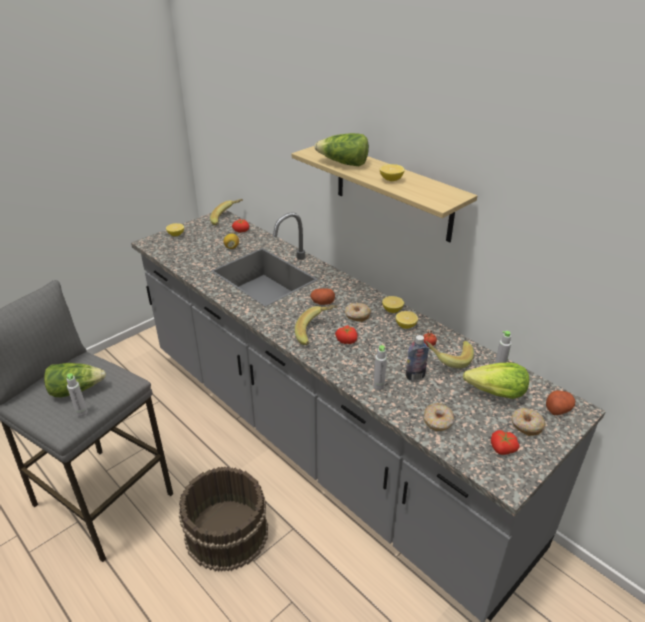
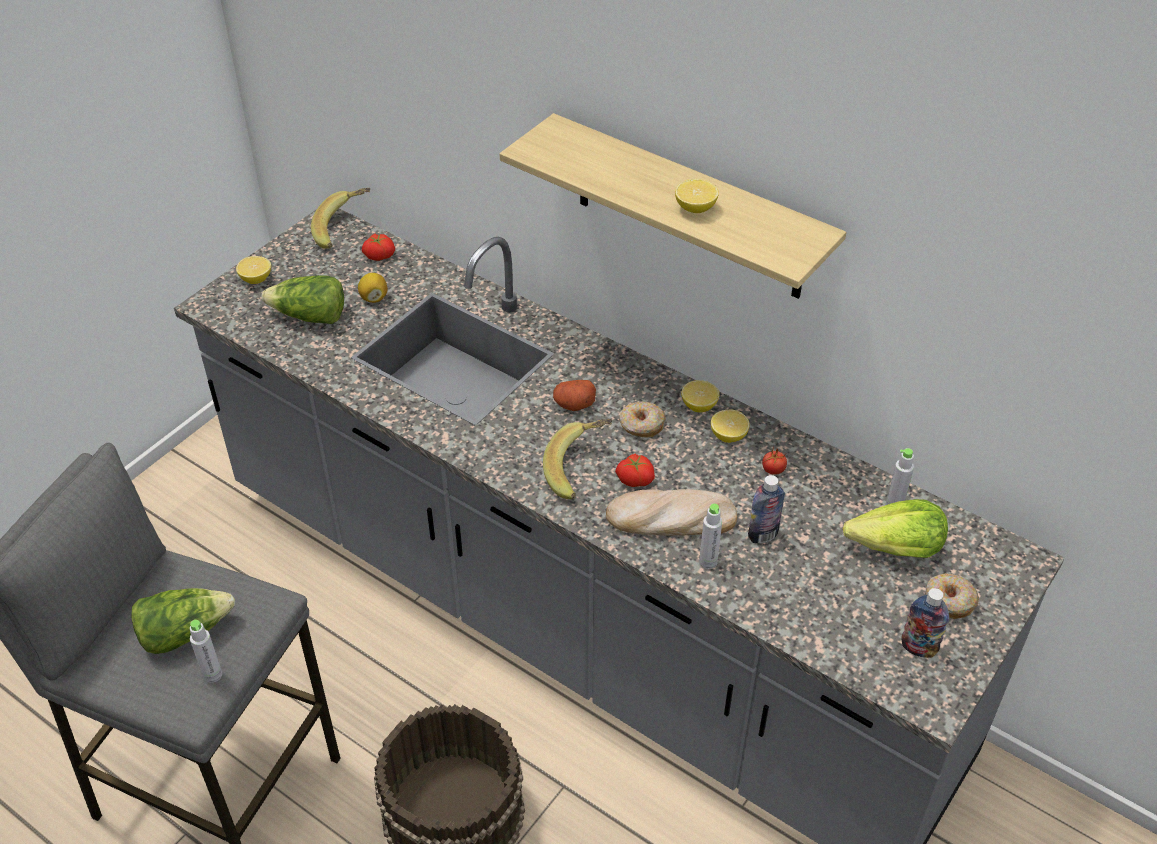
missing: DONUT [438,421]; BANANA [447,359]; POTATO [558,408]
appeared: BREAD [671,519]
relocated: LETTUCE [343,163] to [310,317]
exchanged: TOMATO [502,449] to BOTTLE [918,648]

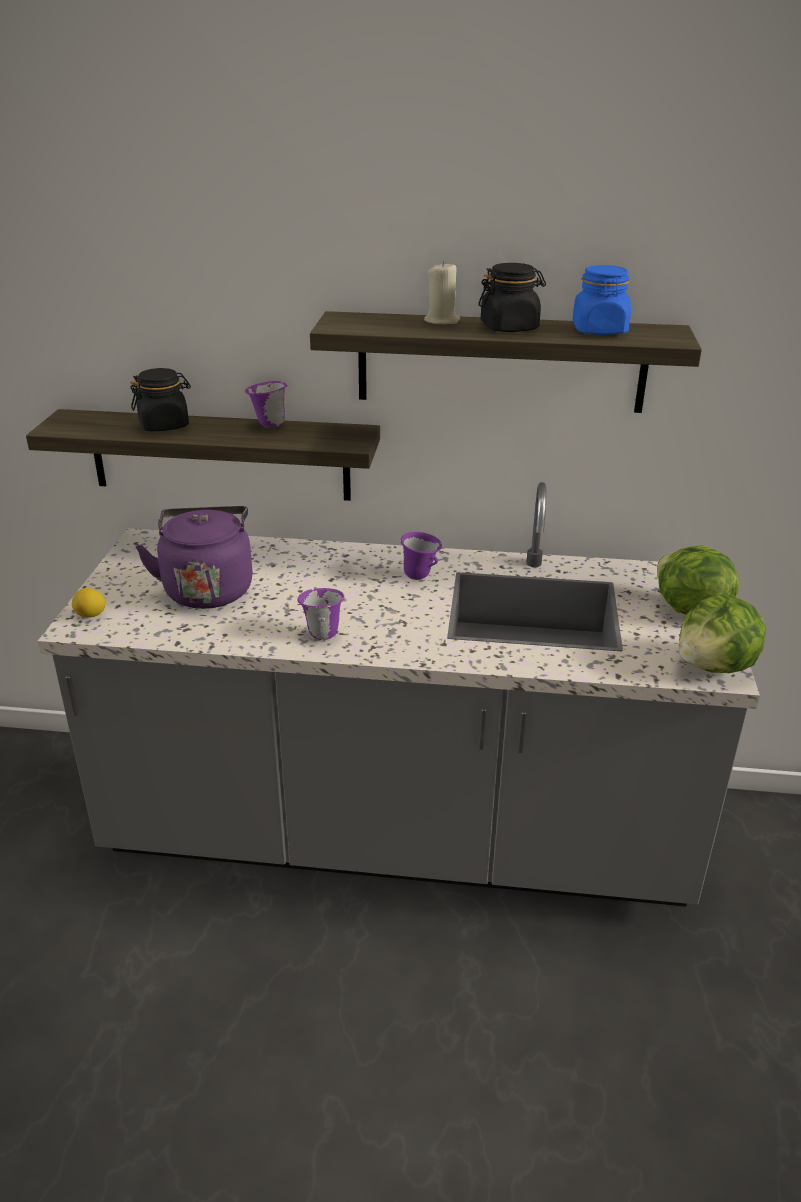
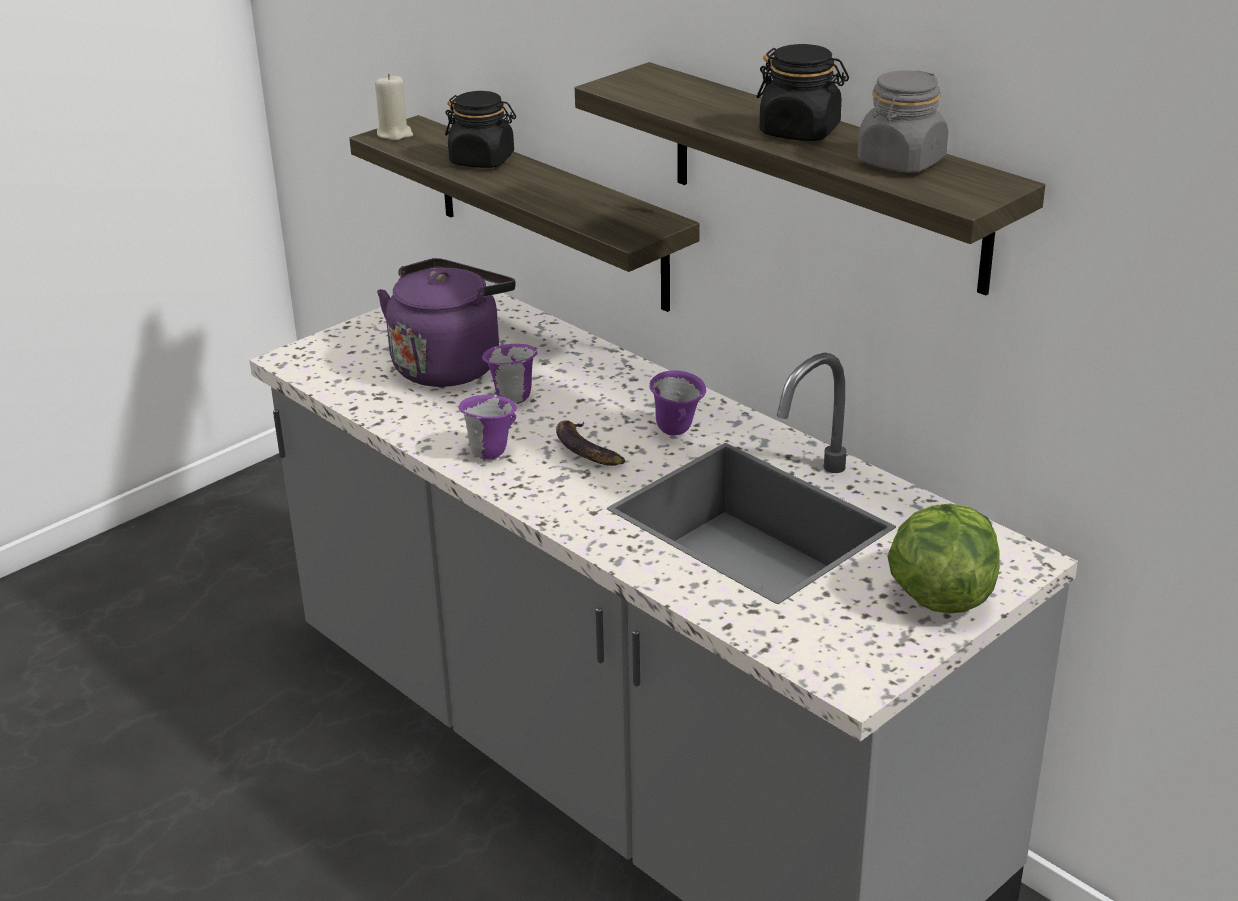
missing: LEMON [91,615]; LETTUCE [715,667]
appeared: BANANA [586,450]
relocated: PURPLE MUG [268,425] to [512,398]; BEIGE CANDLE [442,321] to [394,134]
colour: BLUE JAR [599,330] to GREY JAR [901,162]

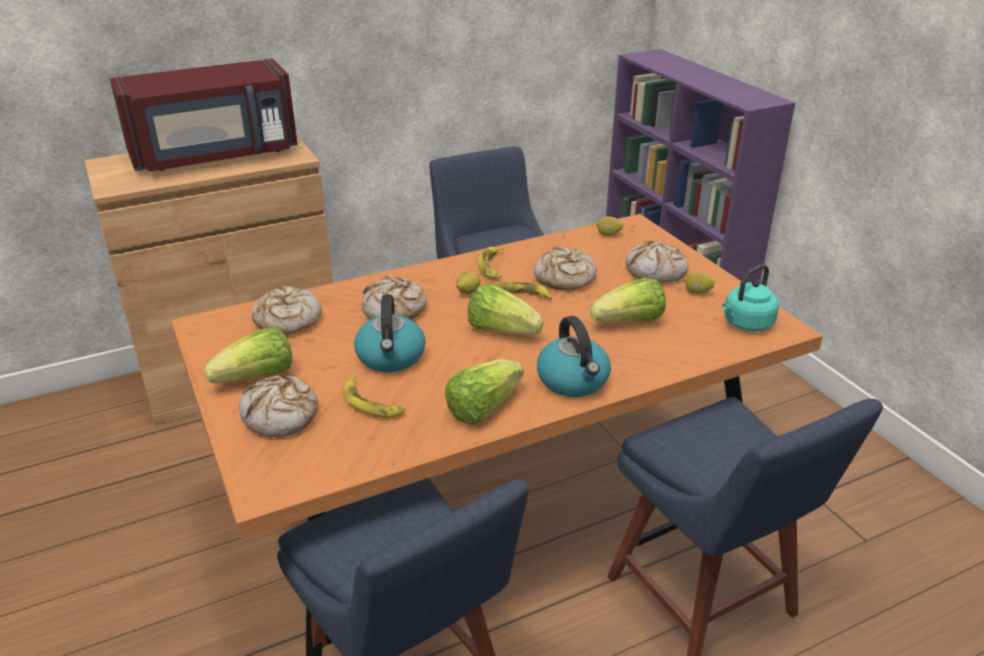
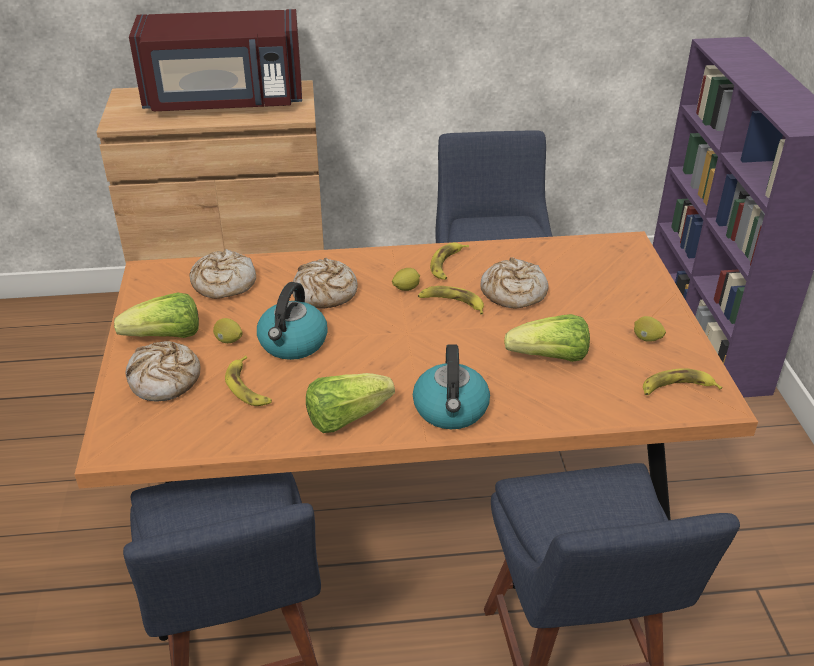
missing: LETTUCE [502,330]; BREAD [656,271]
relocated: LEMON [608,235] to [229,341]
exchanged: TURQUOISE KETTLE [746,324] to BANANA [676,388]

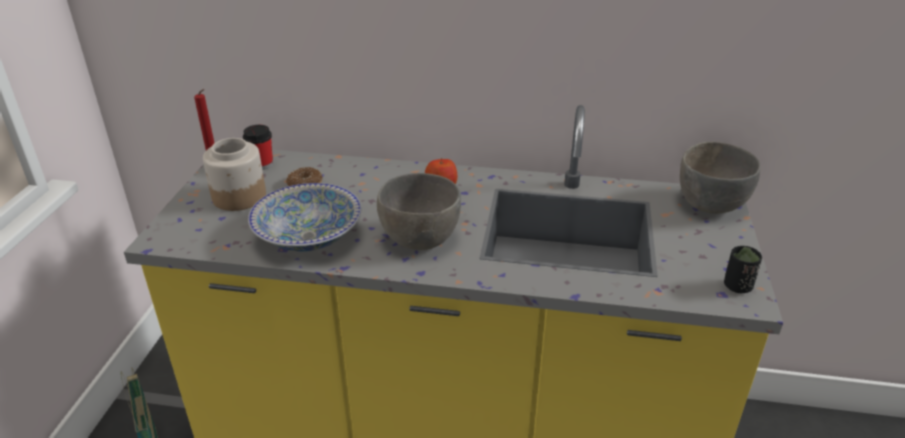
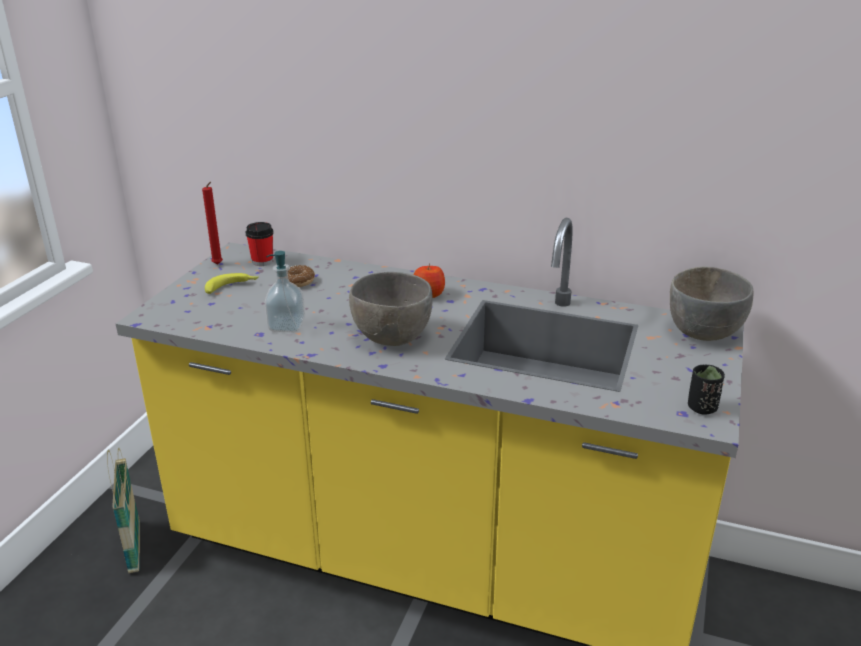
exchanged: JAR [239,197] to BANANA [232,287]; BOWL [309,236] to SOAP DISPENSER [286,326]

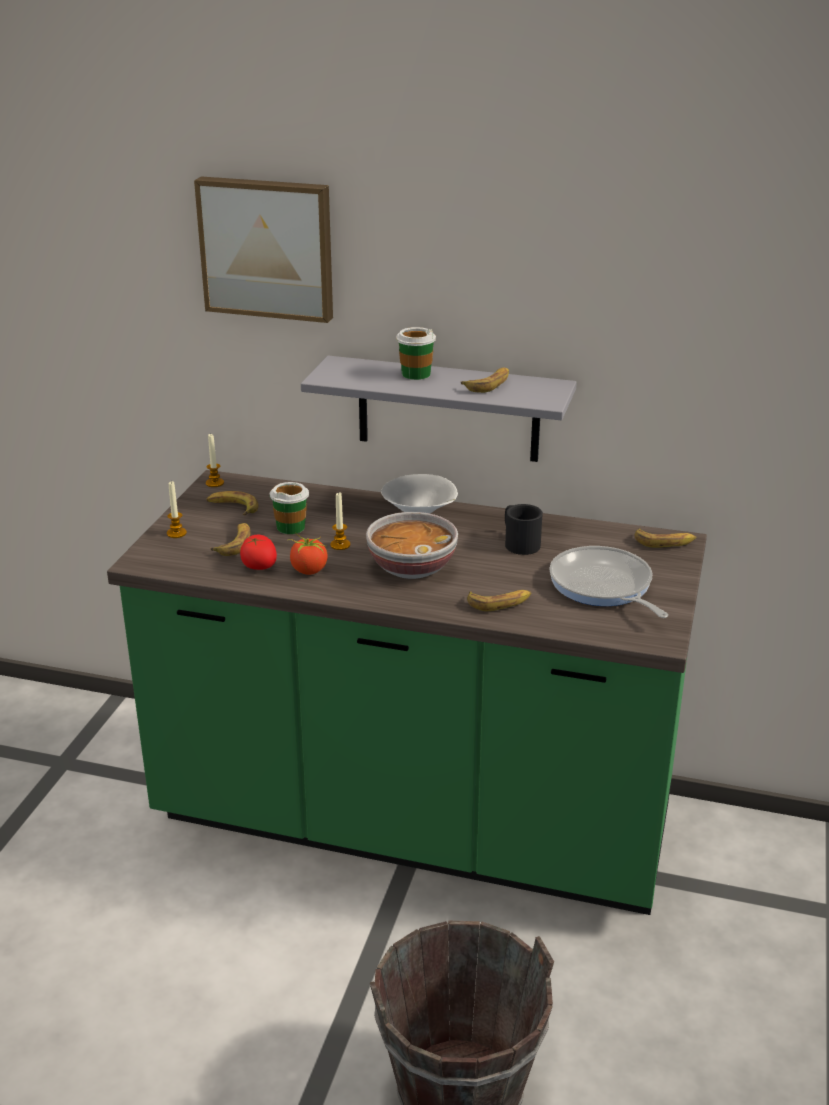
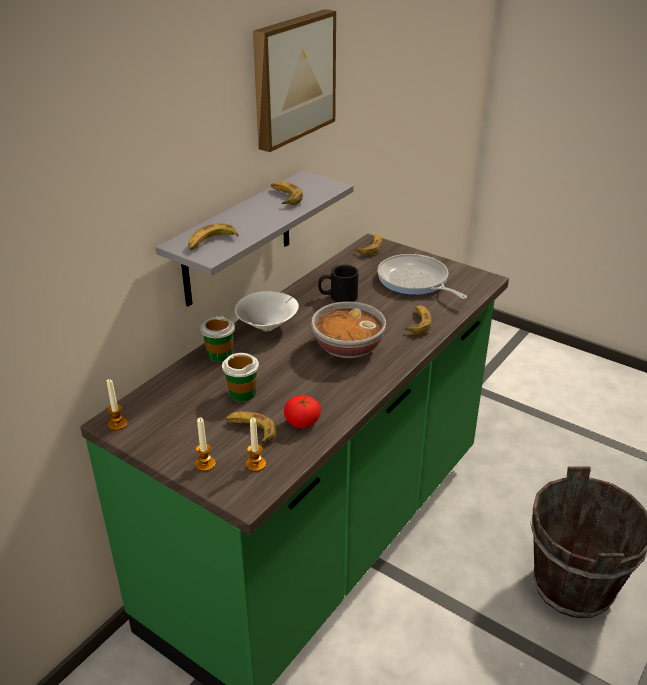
missing: TOMATO [308,570]
relocated: PICTURE [268,248] to [291,78]; BANANA [232,508] to [211,242]; CANDLE [340,545] to [255,464]; CUP [415,374] to [220,355]
spun: FRYING PAN [603,586] = [415,281] 60 degrees clockwise

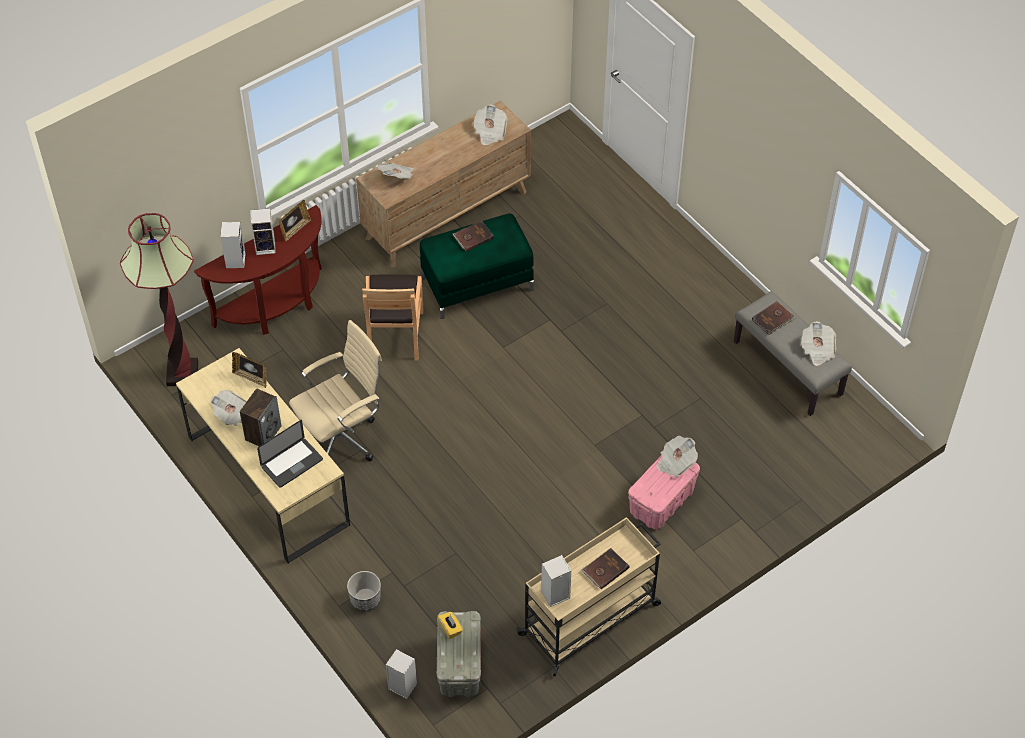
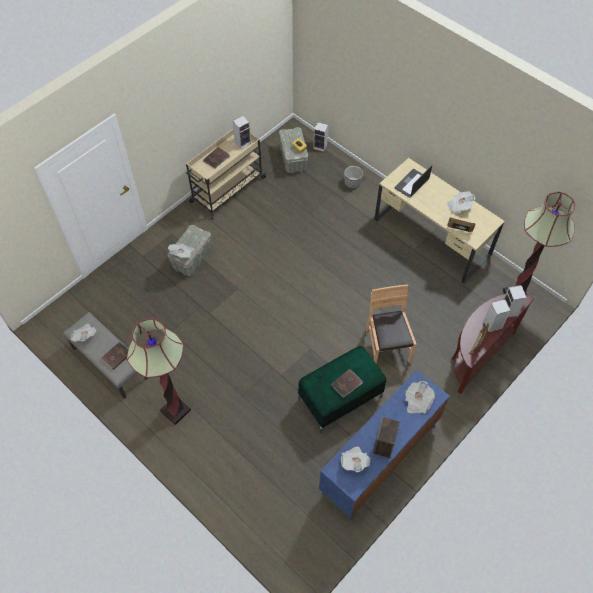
missing: BEIGE OFFICE CHAIR [342,438]
appeared: FLOOR LAMP [175,410]
relocated: SPEAKER [263,433] to [384,445]
colour: BROWN DRESSER [447,214] to BLUE DRESSER [379,459]; PINK STORAGE BOX [661,502] to GREY STORAGE BOX [192,258]

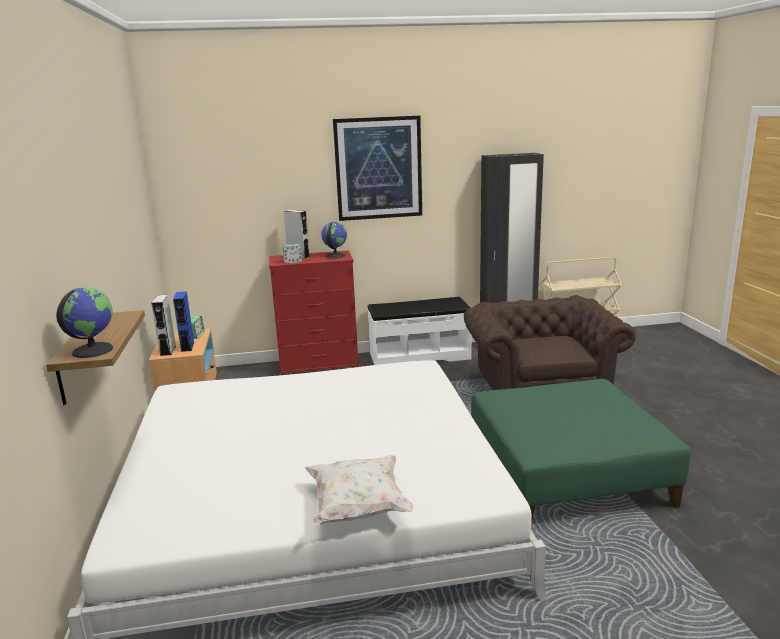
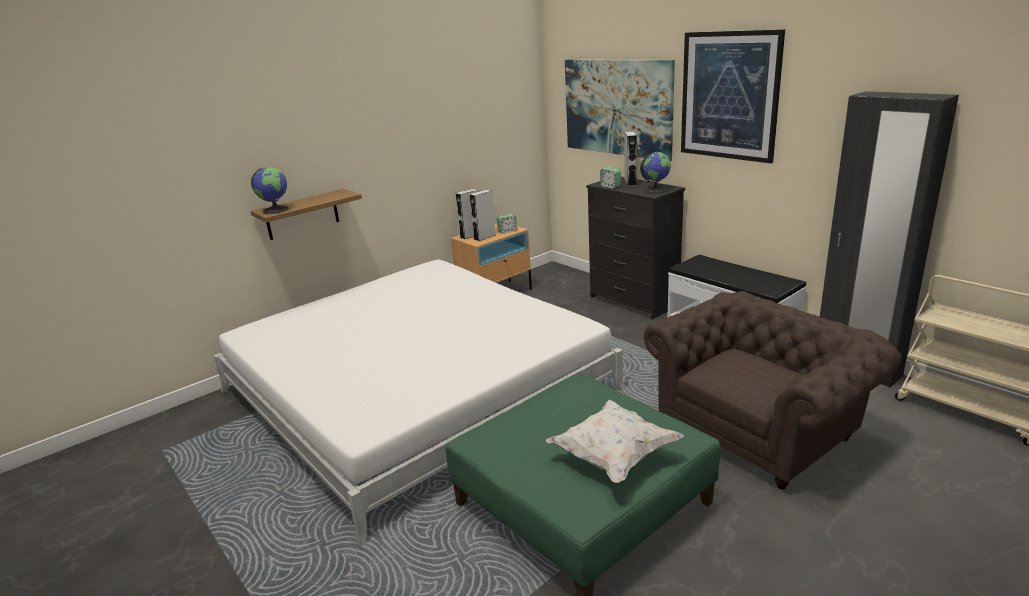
appeared: PICTURE [617,107]
relocated: WHITE PILLOW [358,507] to [613,457]
colour: BLUE SPEAKER [187,346] to GREY SPEAKER [484,237]; RED DRESSER [319,366] to BLACK DRESSER [634,301]

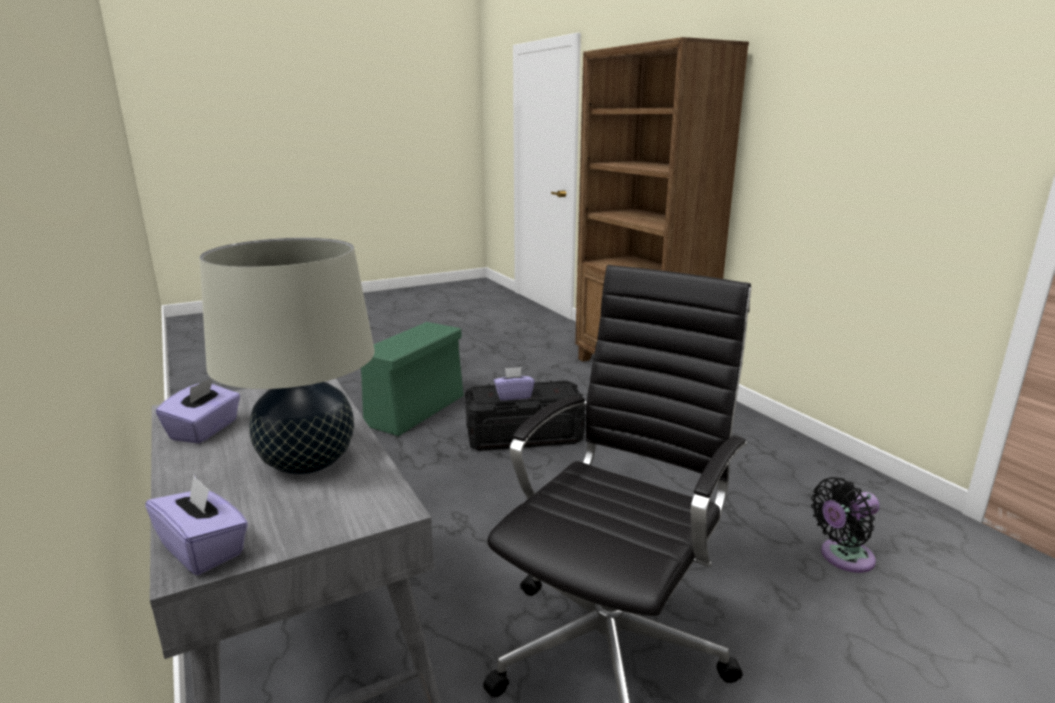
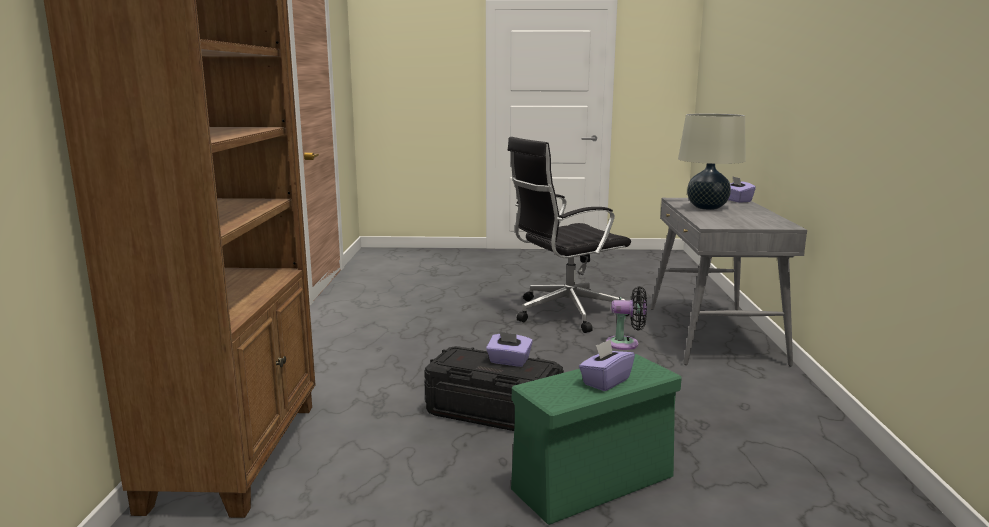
relocated: PURPLE TISSUE BOX [205,430] to [605,381]; BLACK FAN [843,557] to [626,344]

